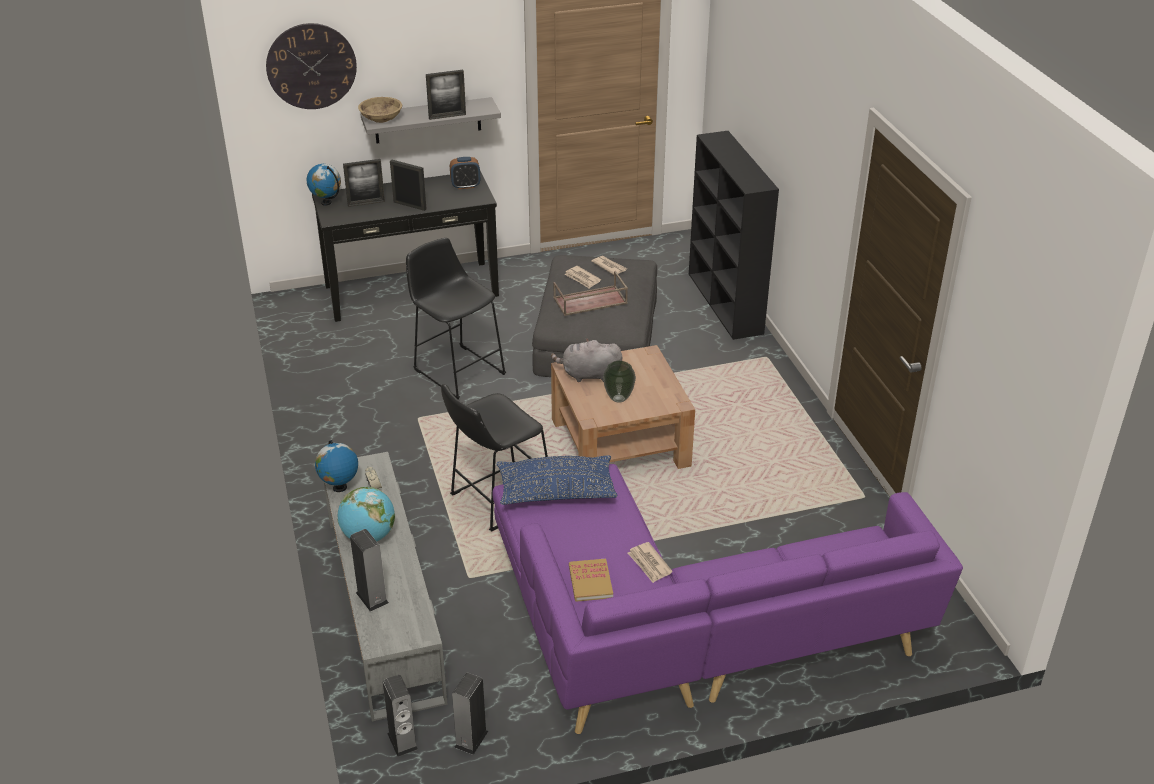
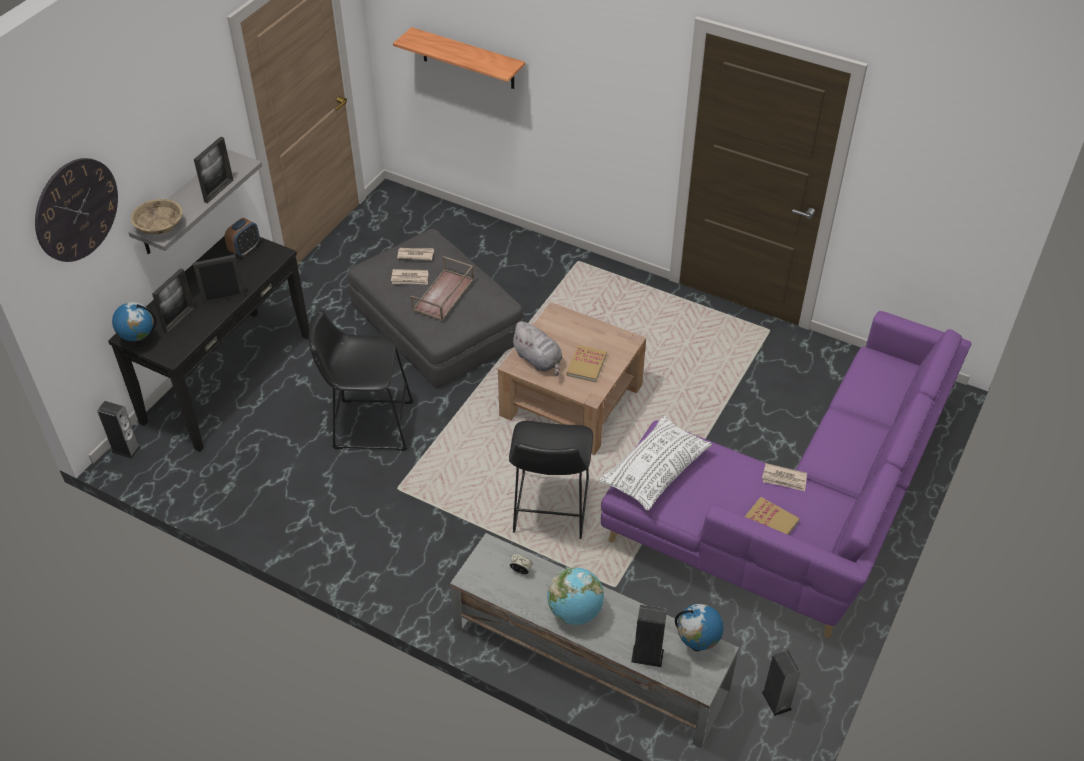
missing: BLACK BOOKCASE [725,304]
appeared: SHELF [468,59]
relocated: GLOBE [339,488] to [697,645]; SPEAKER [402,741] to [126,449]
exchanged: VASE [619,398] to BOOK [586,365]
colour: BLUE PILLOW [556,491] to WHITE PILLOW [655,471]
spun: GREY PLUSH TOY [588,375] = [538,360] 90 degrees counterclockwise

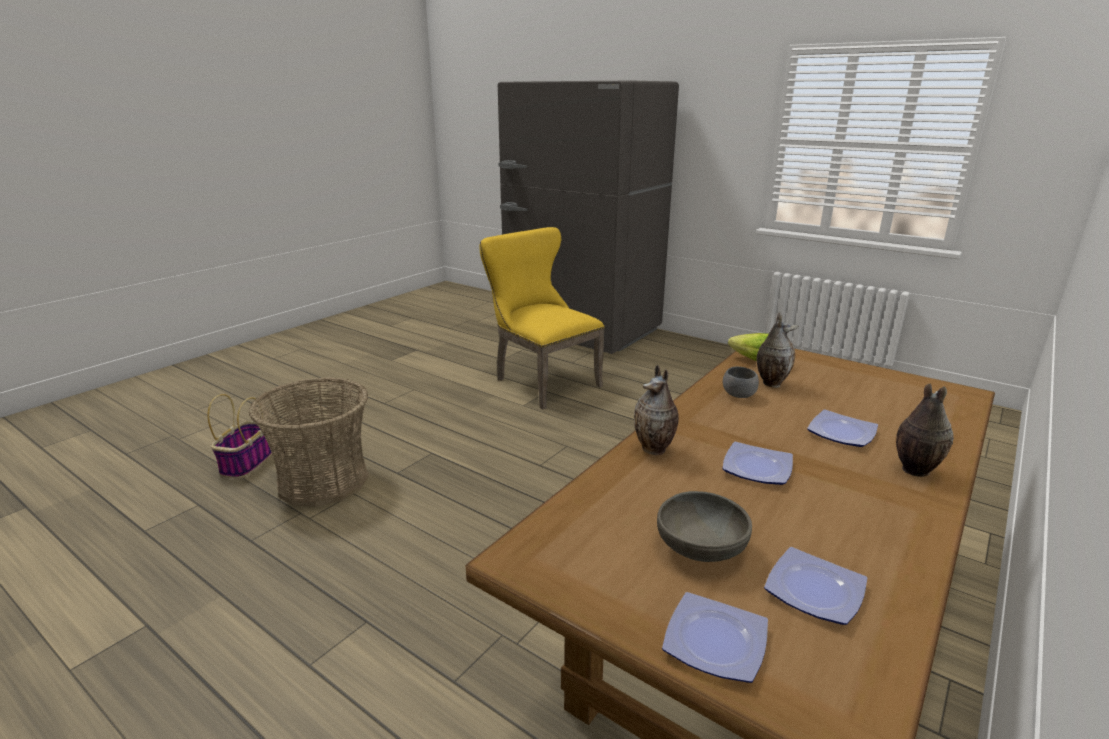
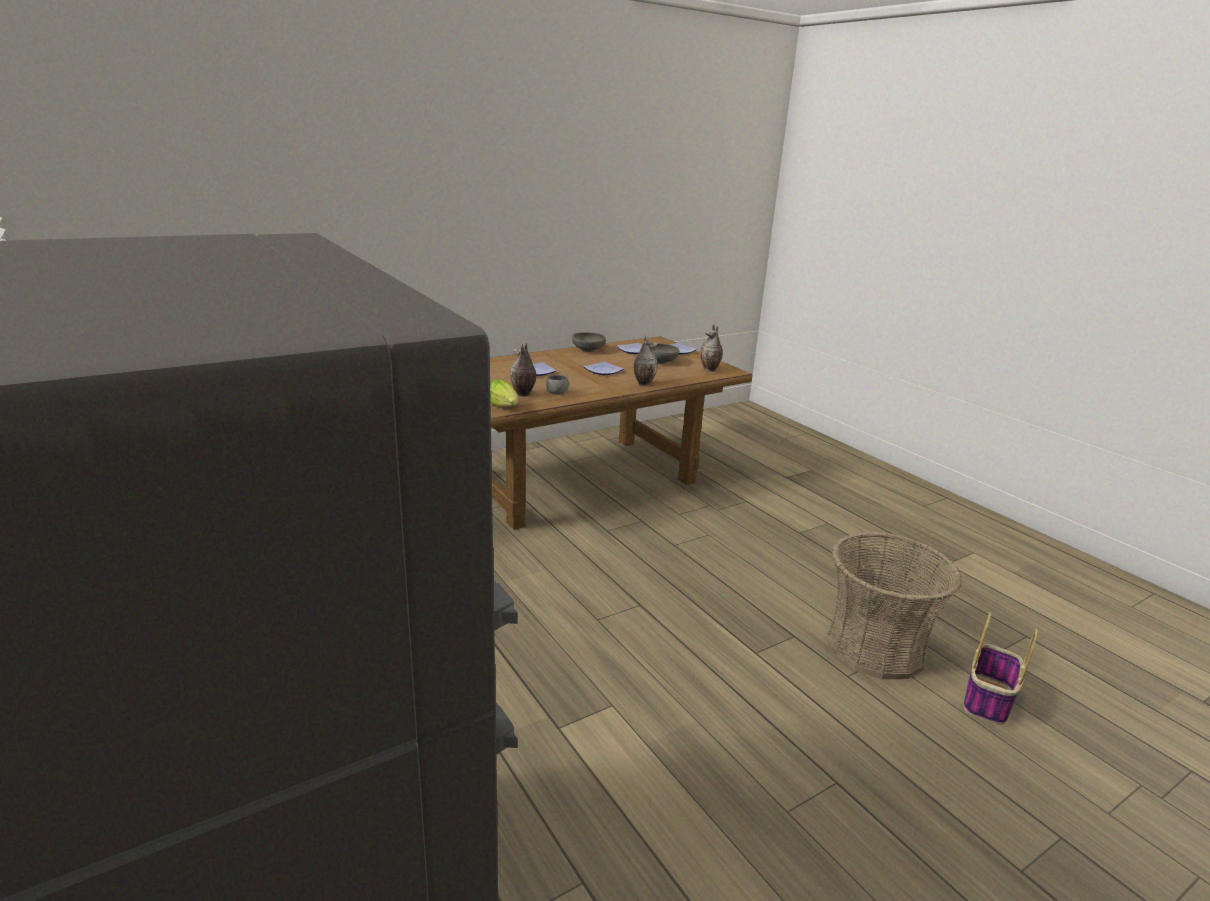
missing: YELLOW CHAIR [541,381]
appeared: GREY BOWL [588,350]
relocated: VASE [913,470] to [710,370]

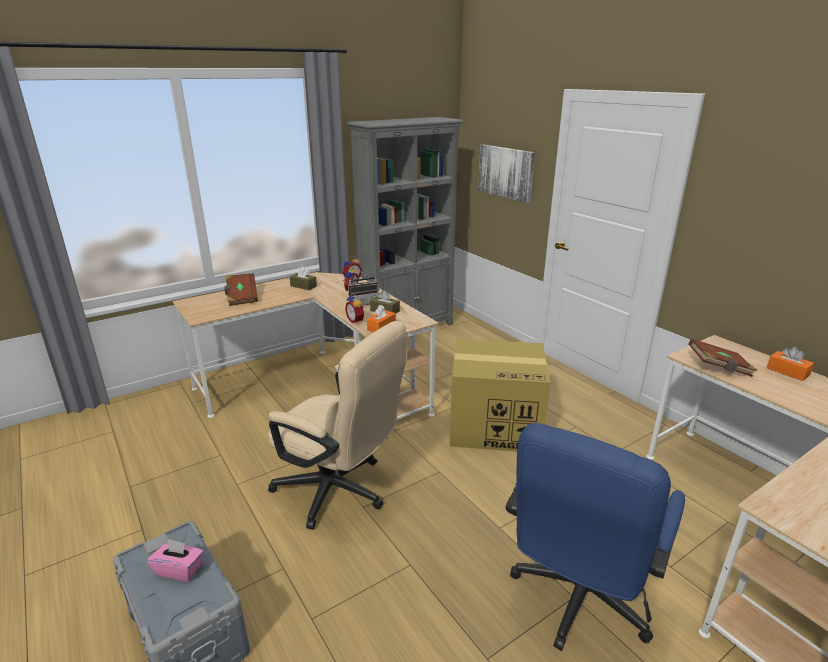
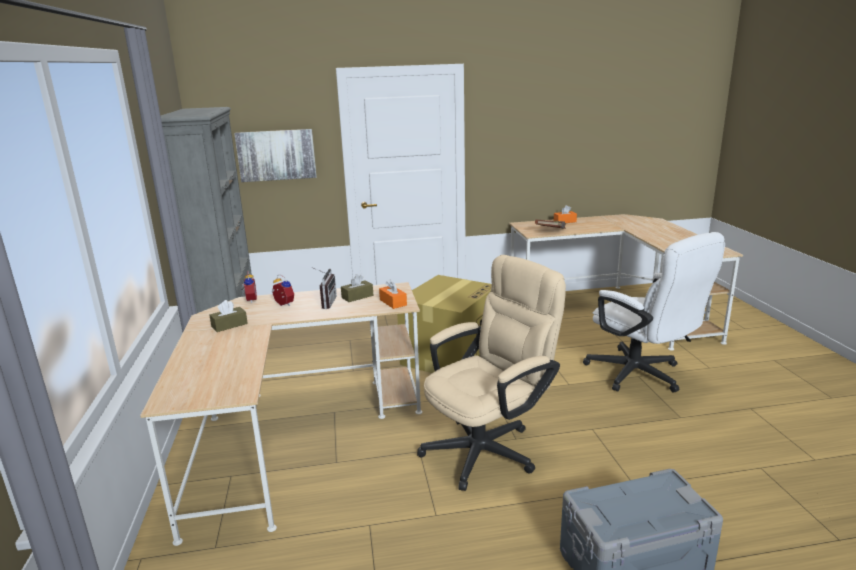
missing: PINK TISSUE BOX [179,570]; BROWN BOOK [241,297]; ALARM CLOCK [356,321]
colour: BLUE OFFICE CHAIR [577,601] to WHITE OFFICE CHAIR [641,376]

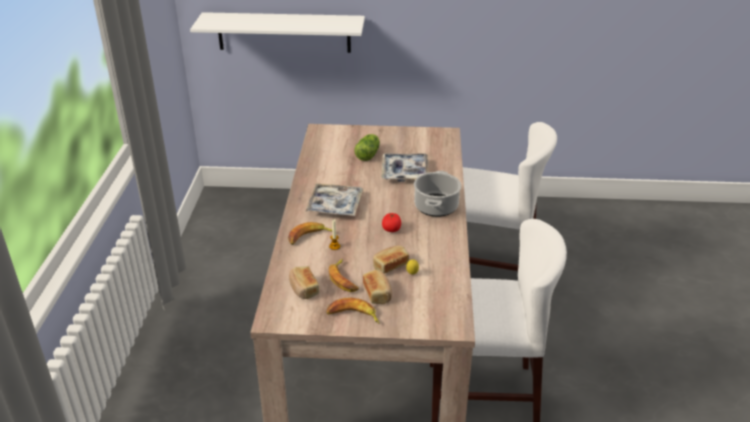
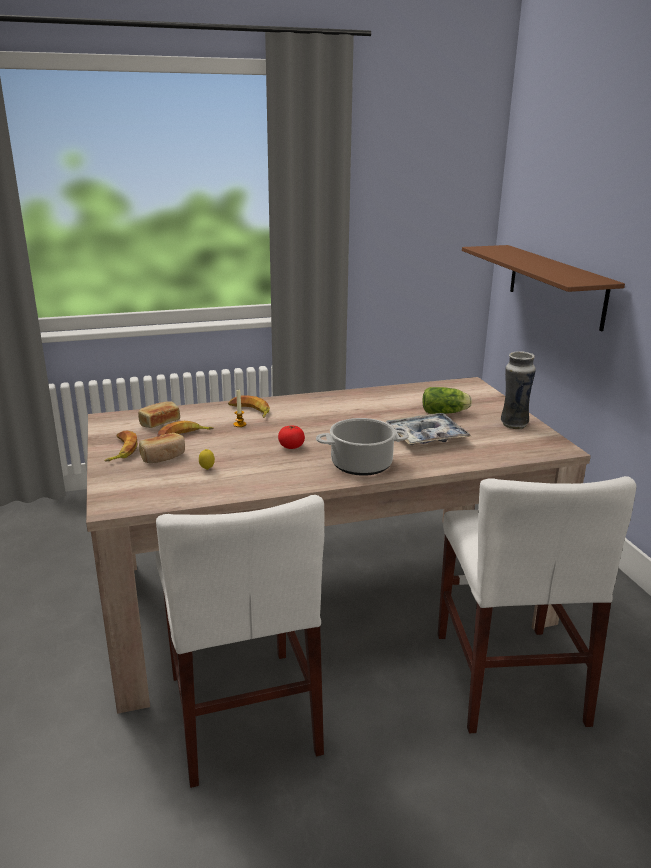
missing: TRAY [335,205]; BREAD [390,265]
appeared: VASE [513,424]
colour: WHITE SHELF [284,32] to BROWN SHELF [556,285]

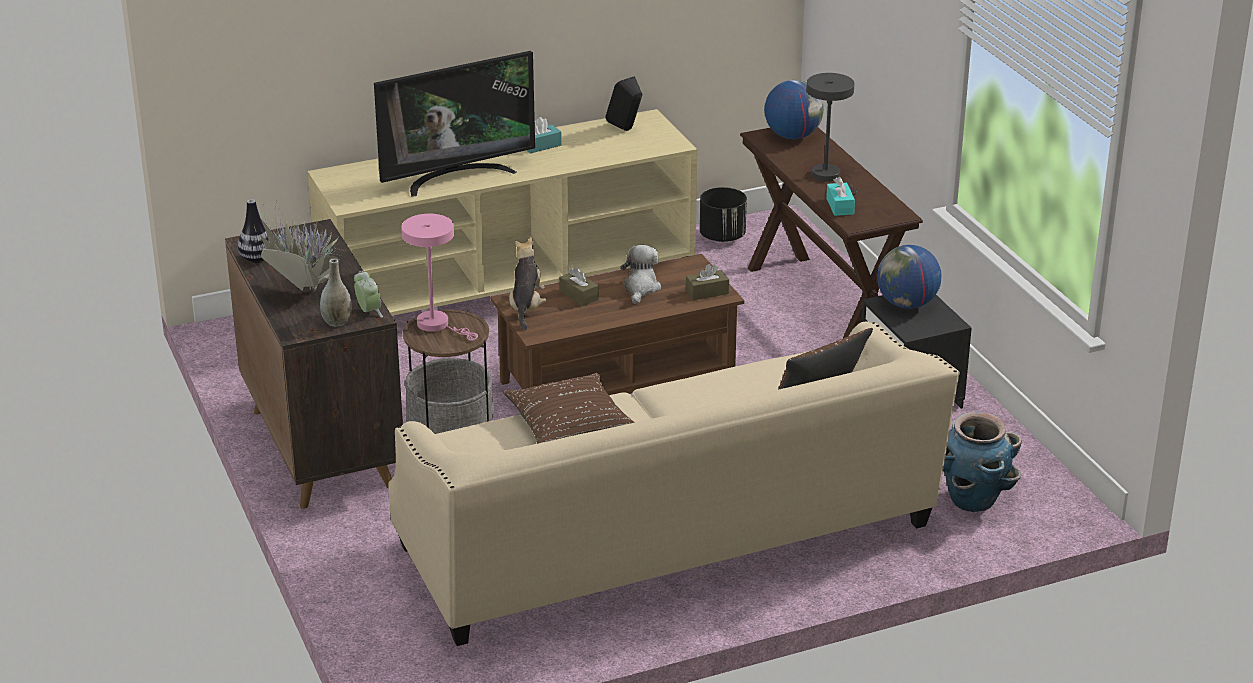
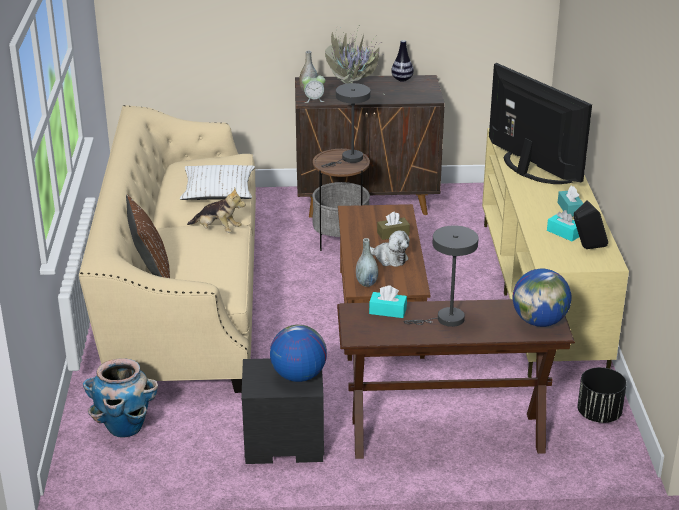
appeared: TURQUOISE TISSUE BOX [564,233]
relocated: PLUSH TOY [526,307] to [217,230]
exchanged: BROWN TISSUE BOX [707,292] to GREY VASE [366,283]
colour: PINK TABLE LAMP [438,325] to GREY TABLE LAMP [349,159]; BROWN PILLOW [569,423] to WHITE PILLOW [218,191]
spun: TELEVISION [456,176] = [529,171] 150 degrees clockwise

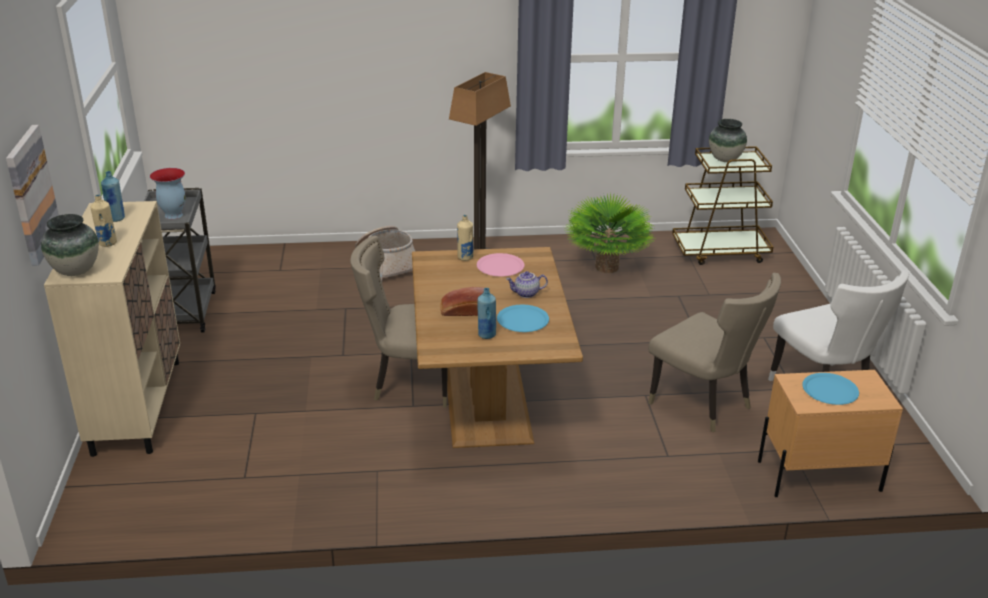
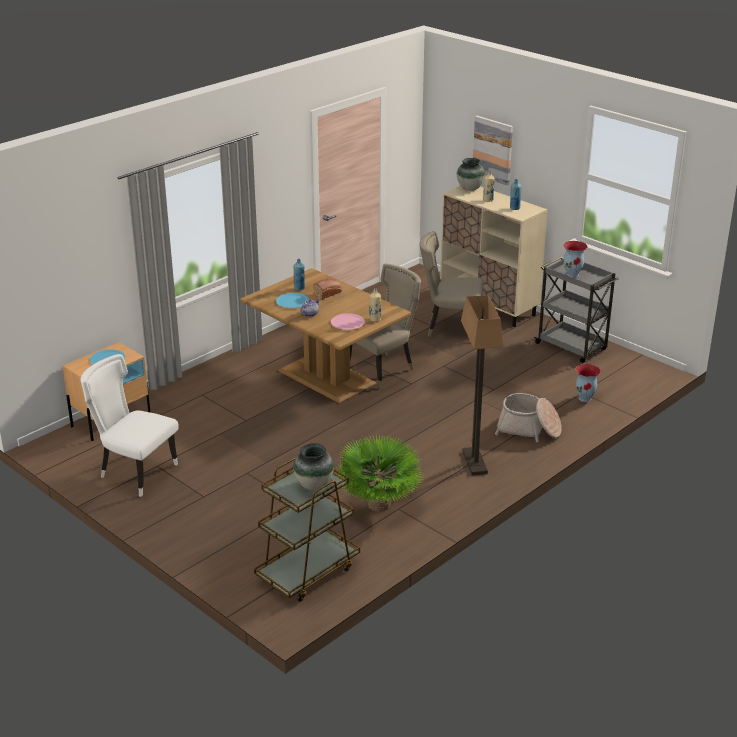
appeared: VASE [585,398]
relocated: BEIGE CHAIR [705,405] to [450,328]

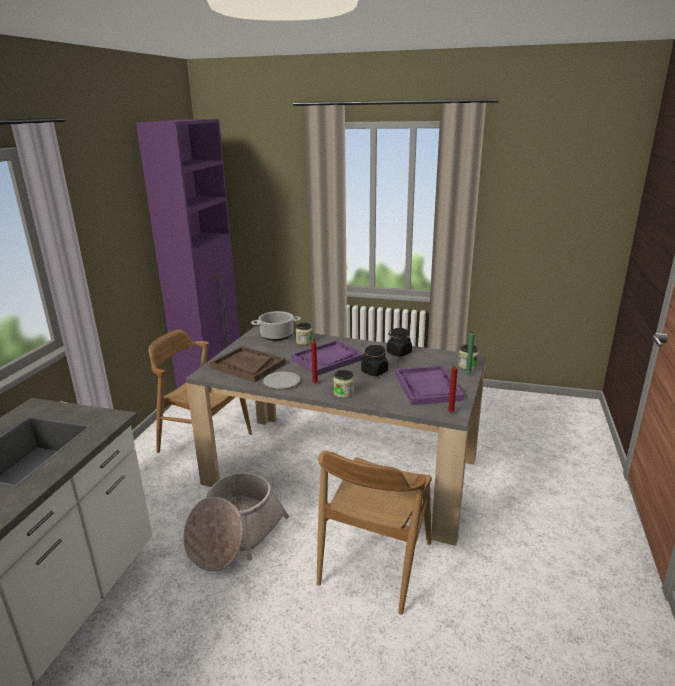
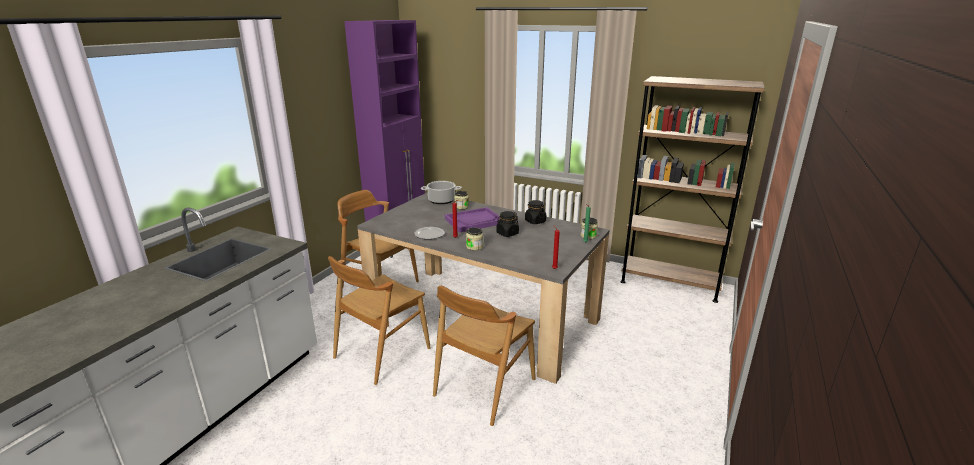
missing: BROWN TRAY [247,365]; PURPLE TRAY [428,387]
appeared: BROWN BOOKCASE [669,283]
exchanged: BASKET [235,535] to BROWN CHAIR [381,353]

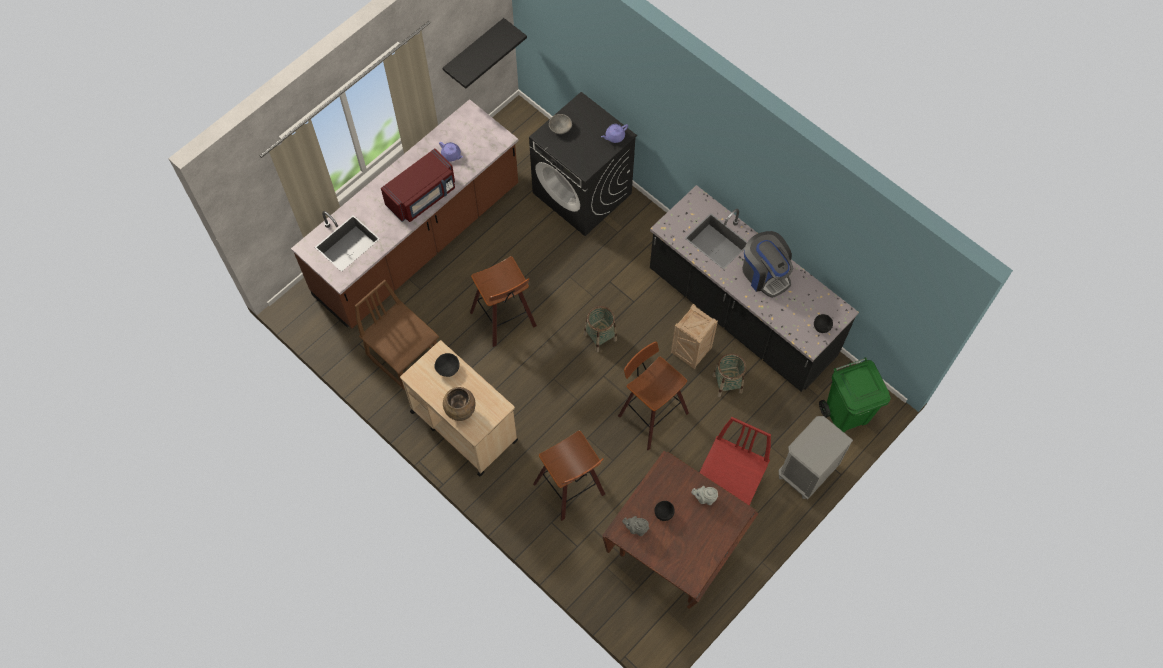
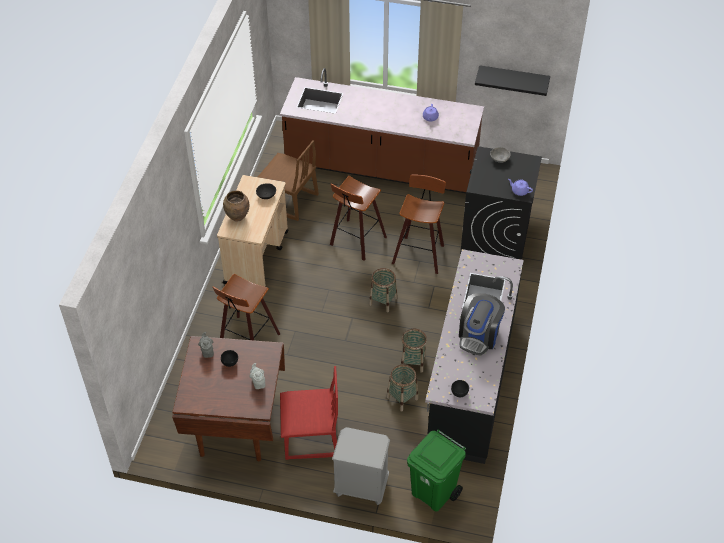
missing: RED MICROWAVE [422,196]
relocated: STOOL [650,414] to [419,253]
exchanged: CRATE [690,351] to BASKET [413,362]
spun: BROWN CHAIR [404,355] = [288,201] 105 degrees clockwise

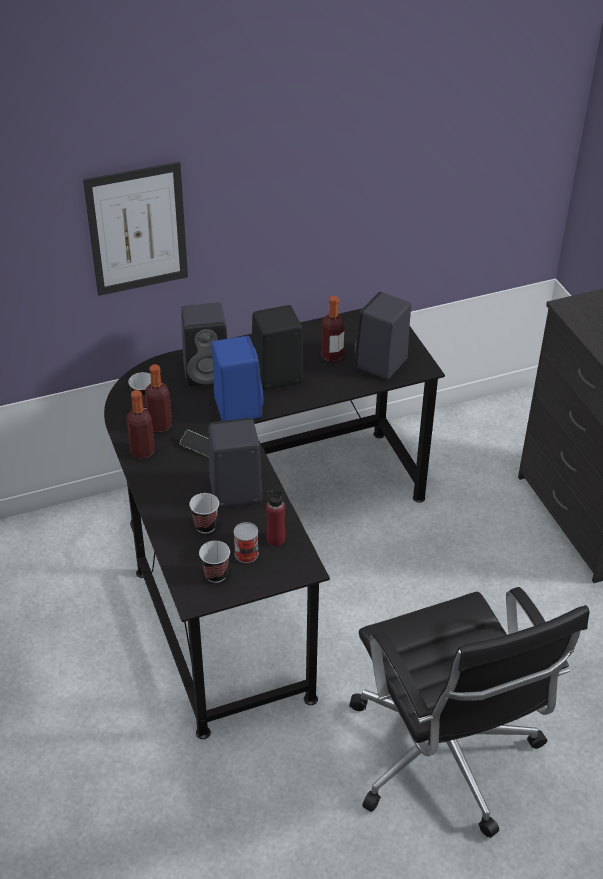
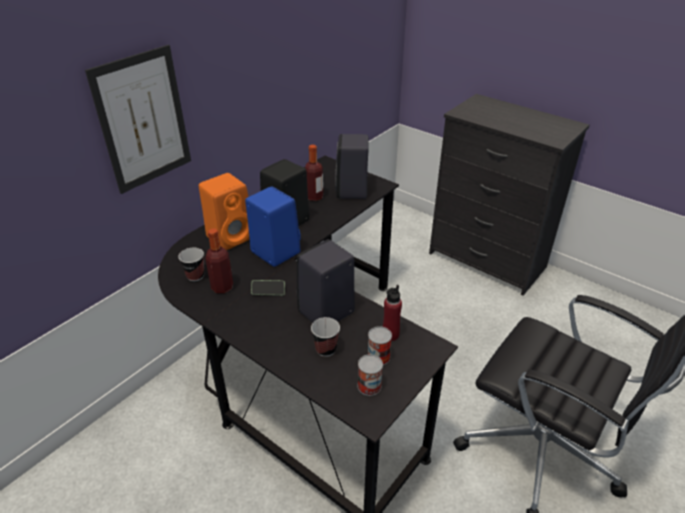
missing: BOTTLE [142,451]
exchanged: CUP [215,574] to CAN [369,386]
colour: BLACK SPEAKER [208,372] to ORANGE SPEAKER [231,236]

